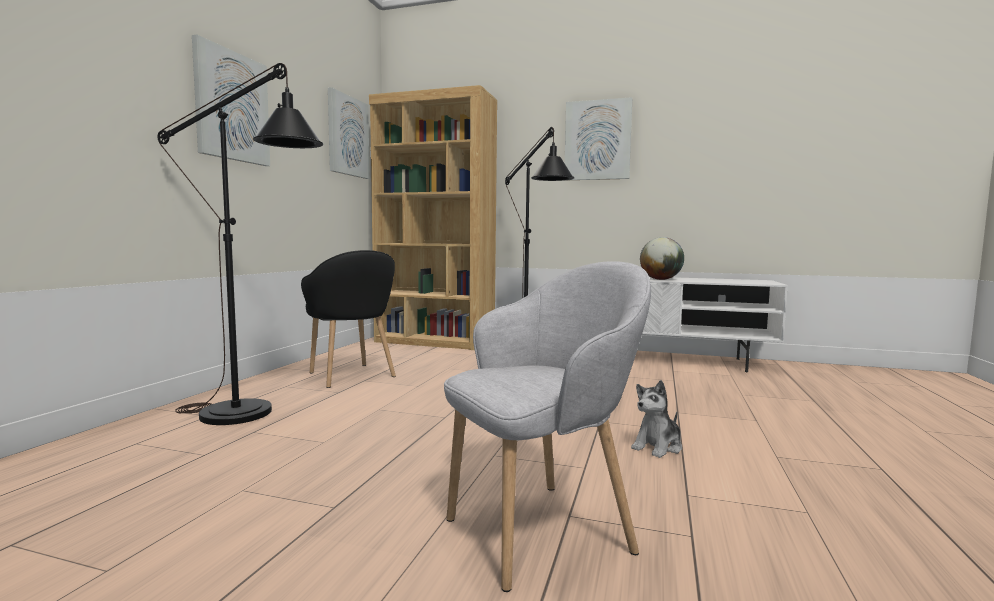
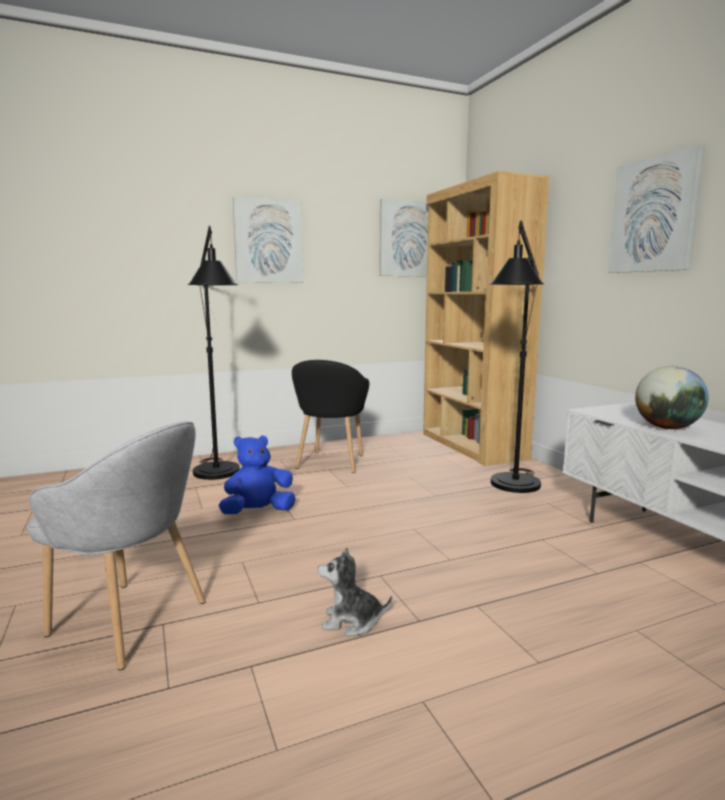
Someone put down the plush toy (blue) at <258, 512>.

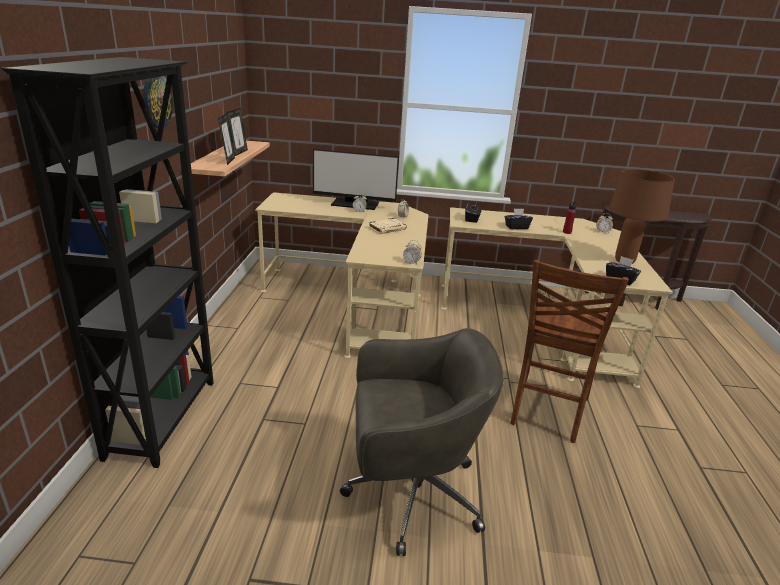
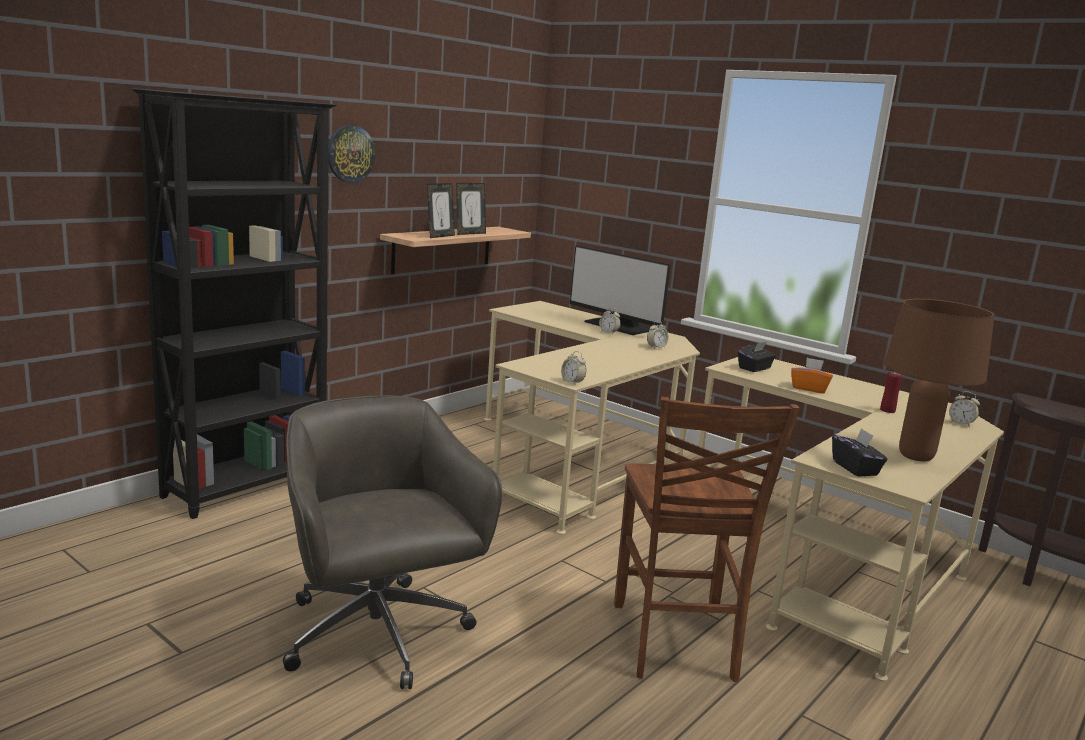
Someone rotated the office chair (grey) at <410, 494> by 150 degrees counterclockwise.
Someone rotated the chair (brown) at <547, 411> by 60 degrees counterclockwise.
Someone repainted the tissue box (black) at <516, 227>, which became the tissue box (orange) at <809, 388>.
Someone took away the book (beige) at <387, 228>.

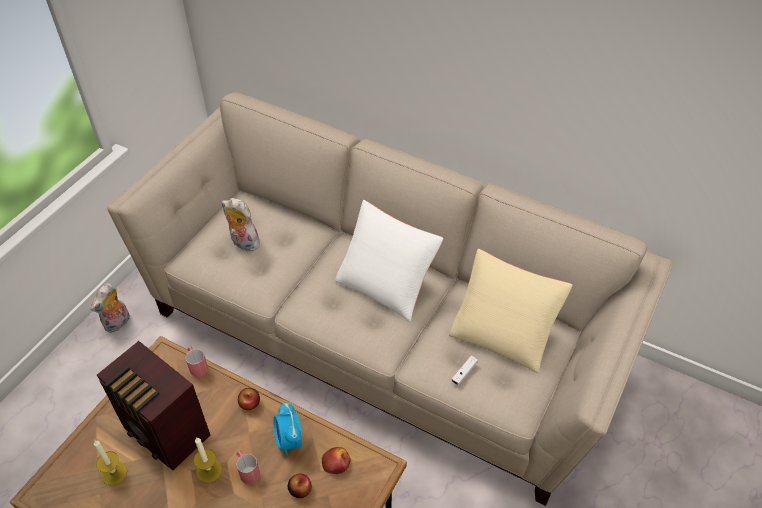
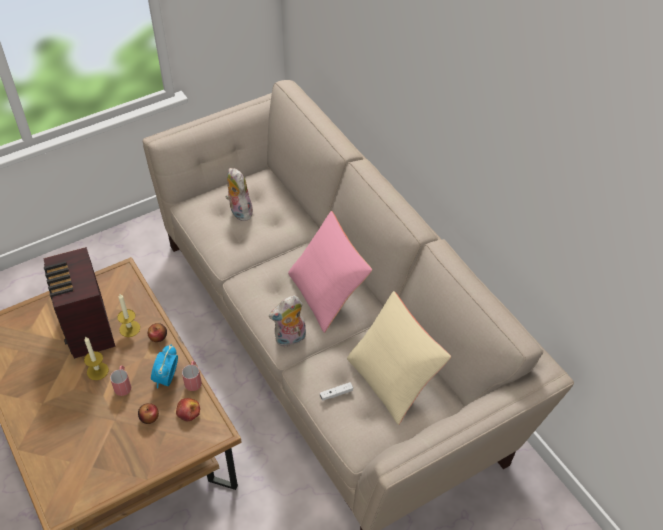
Someone carried the candle from <114, 473> to <129, 329>.
Someone carried the mug (red) from <197, 365> to <193, 380>.
Someone carried the plush toy from <118, 324> to <290, 339>.
Someone repainted the pillow (white) at <386, 284>, which became the pillow (pink) at <328, 294>.

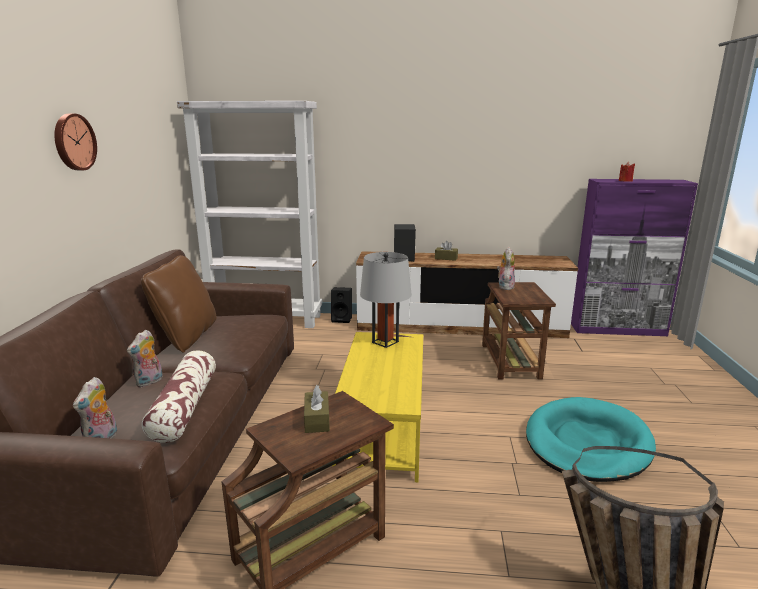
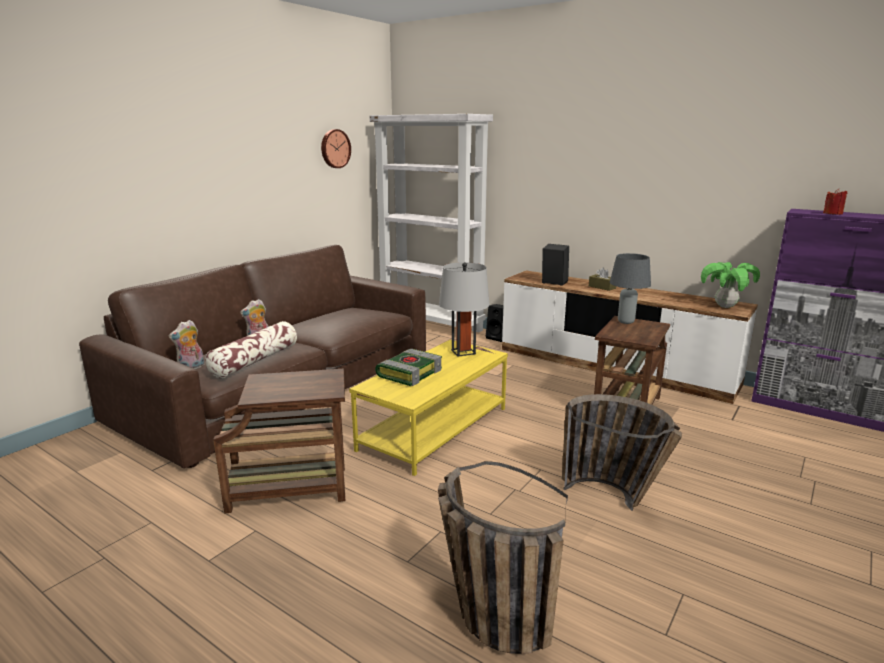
Someone carried the wall clock from <73, 142> to <334, 148>.
Someone put down the book at <409, 373>.
Someone swapped the dog bed (turquoise) at <587, 443> for the basket at <615, 499>.
Someone swapped the plush toy at <504, 286> for the table lamp (grey) at <626, 322>.
Someone put down the potted plant at <725, 306>.
Someone took away the pillow (brown) at <186, 337>.
Someone took away the tissue box (brown) at <317, 419>.

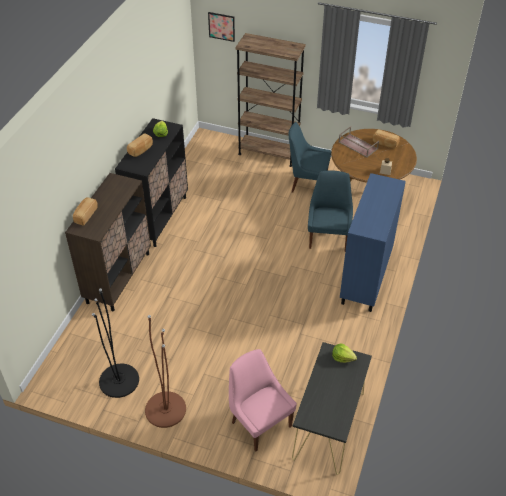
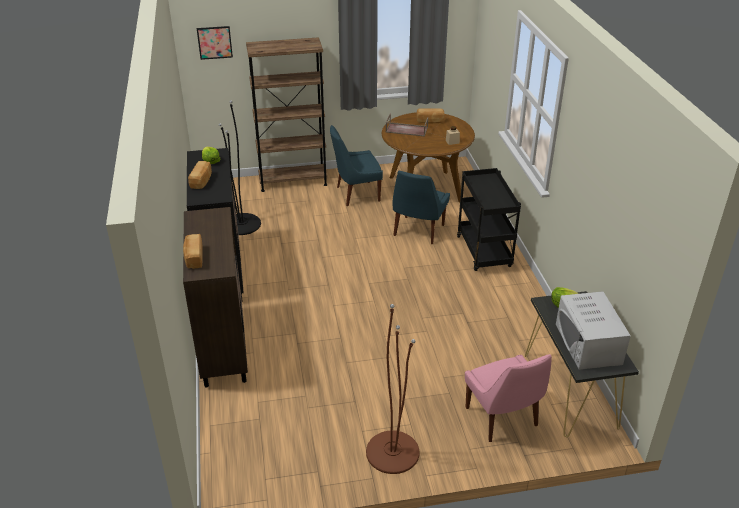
Someone carried the floor lamp (black) from <119, 380> to <242, 224>.
Someone rotated the chair (blue) at <328, 237> by 135 degrees counterclockwise.
Someone swapped the cabinet (blue) at <365, 278> for the cart (black) at <484, 253>.
Someone rotated the chair (pink) at <260, 423> by 135 degrees counterclockwise.
Someone put down the microwave (white) at <588, 344>.

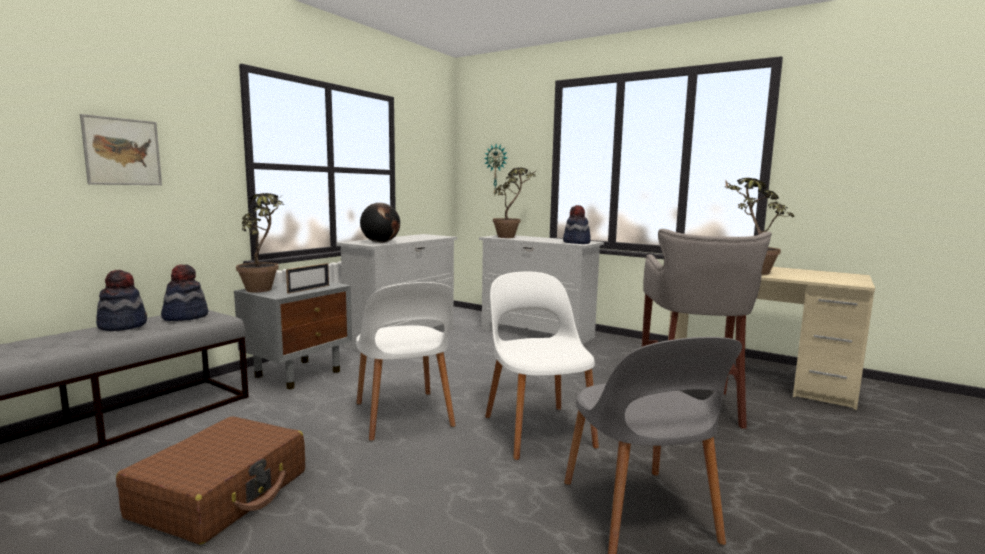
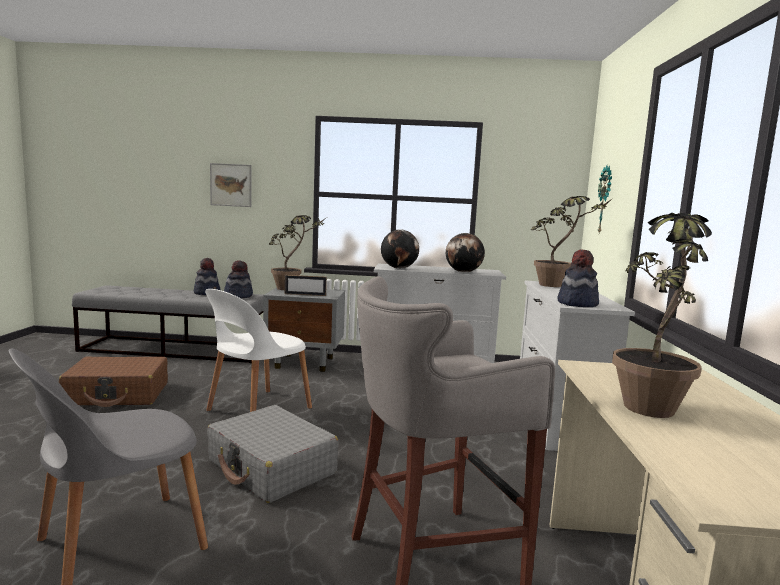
Someone swapped the chair (white) at <537, 429> for the suitcase (grey) at <271, 467>.
Someone put down the globe at <463, 272>.

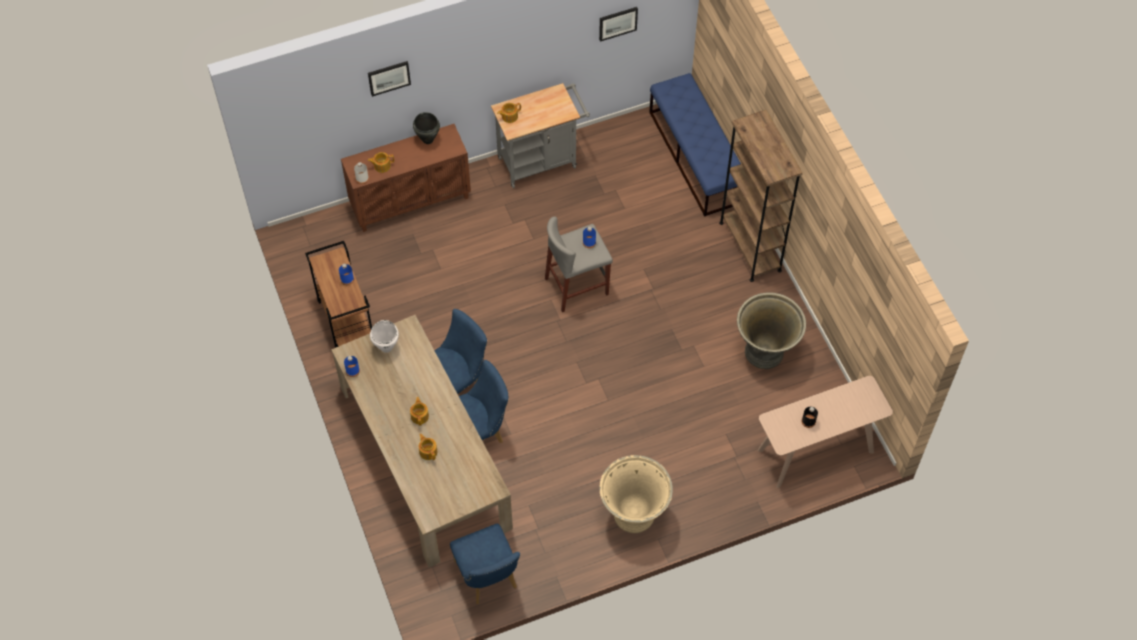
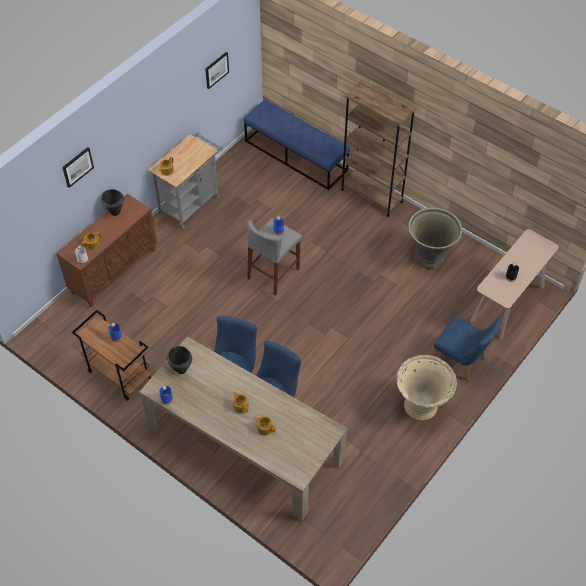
Someone repainted the cooking pot (white) at <386, 347>, which became the cooking pot (black) at <181, 370>.
Someone carried the chair (blue) from <488, 578> to <461, 362>.

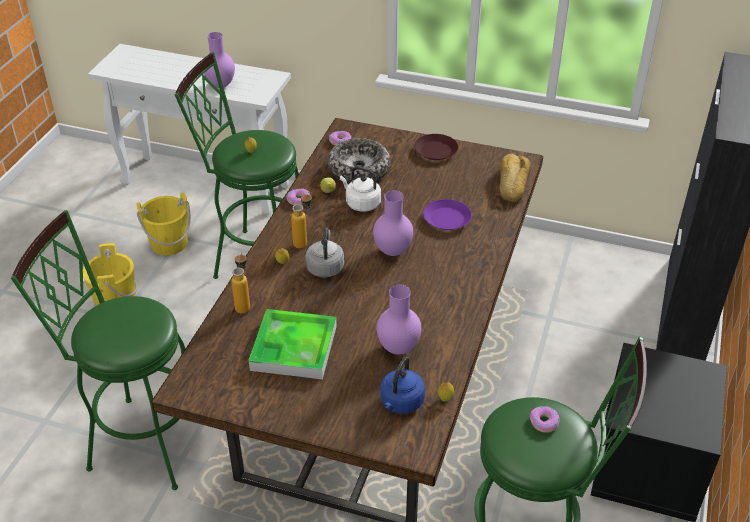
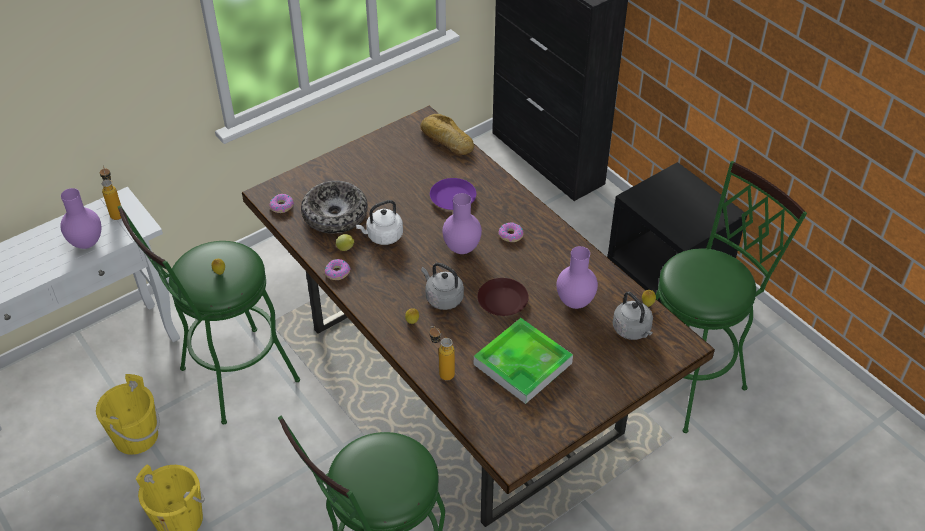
Someone carried the bottle from <304, 241> to <116, 212>.
Someone carried the plate (brown) from <435, 150> to <502, 301>.
Someone carried the donut from <544, 422> to <510, 235>.
Someone repainted the kettle (blue) at <401, 403>, which became the kettle (grey) at <632, 330>.

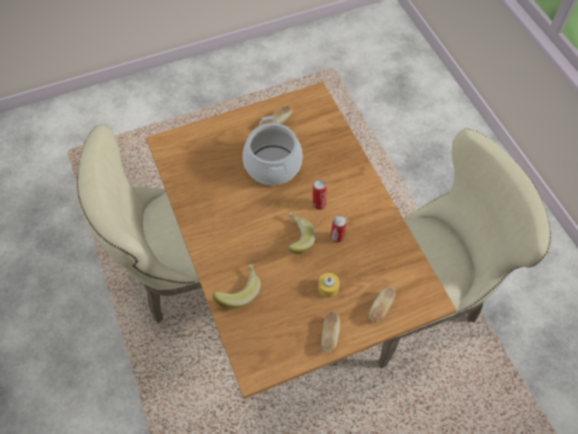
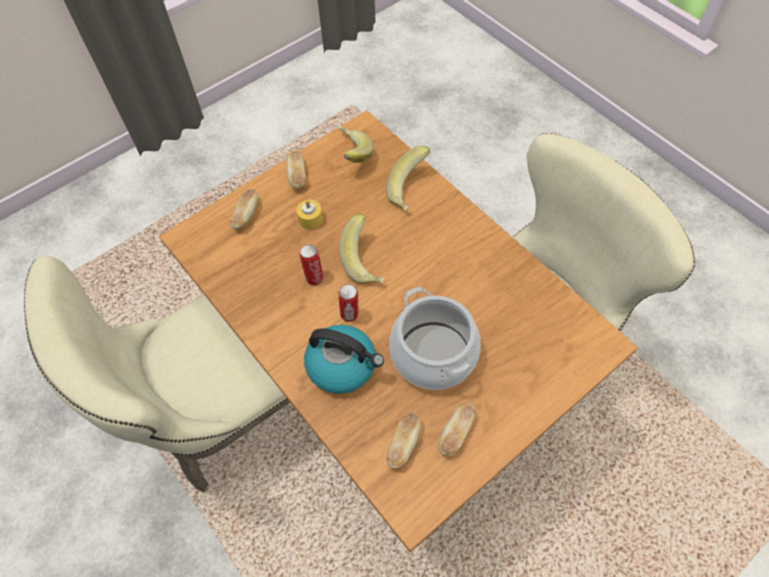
Someone put down the kettle at <343, 365>.
Someone put down the banana at <350, 154>.
Someone put down the bread at <403, 444>.

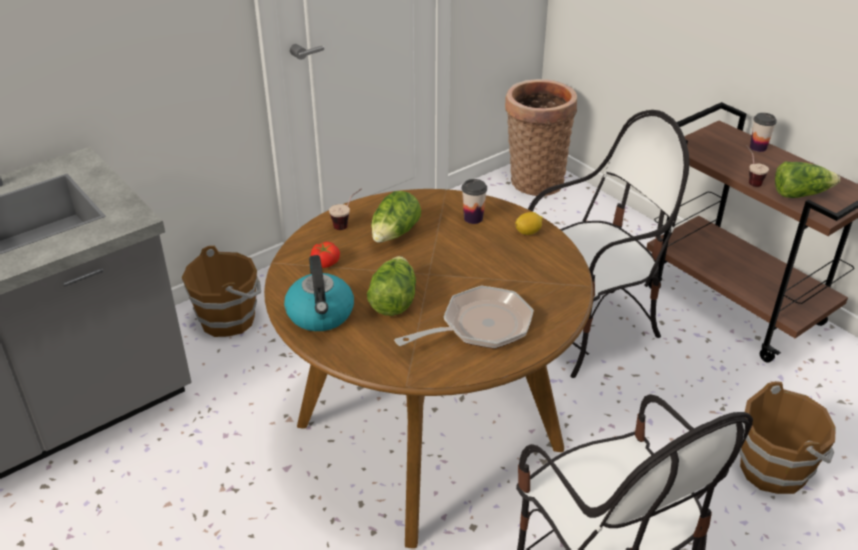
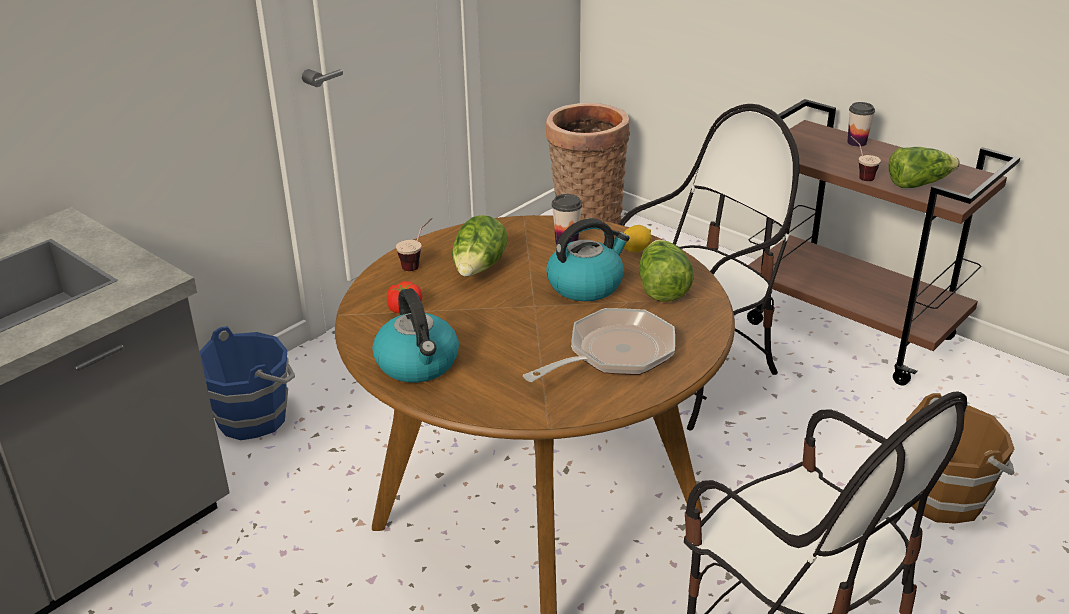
Someone repainted the bucket (brown) at <229, 319>, which became the bucket (blue) at <254, 417>.
Someone put down the kettle at <586, 285>.
Someone carried the lettuce from <393, 300> to <662, 287>.

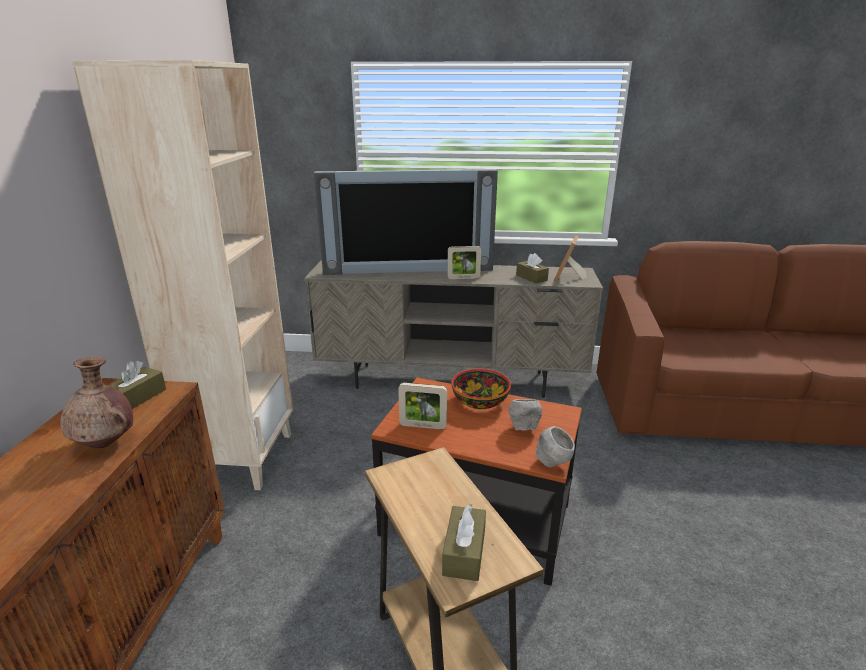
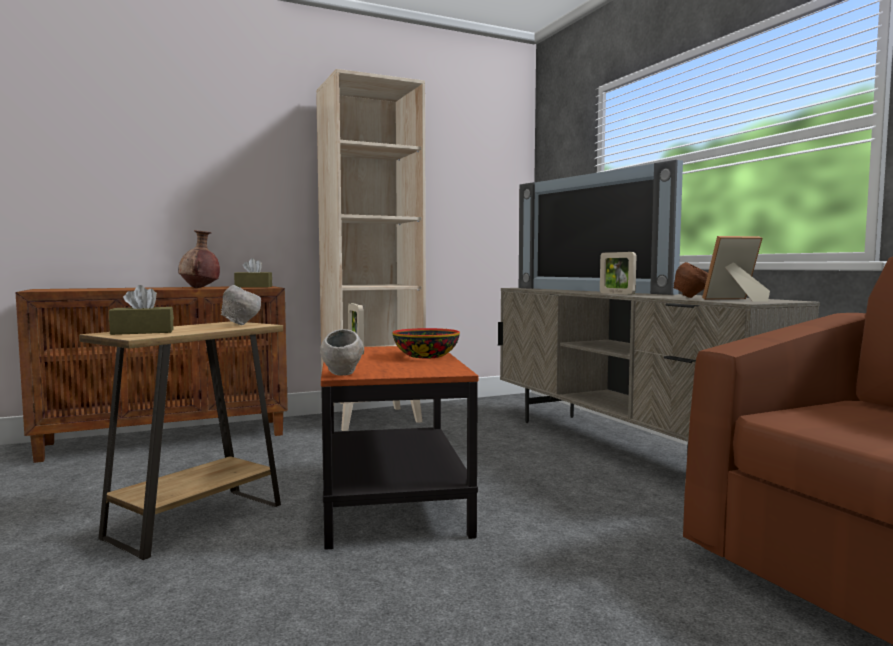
Someone carried the bowl (grey) from <523, 428> to <241, 325>.
Someone swapped the tissue box (brown) at <531, 278> for the bowl (brown) at <690, 297>.

